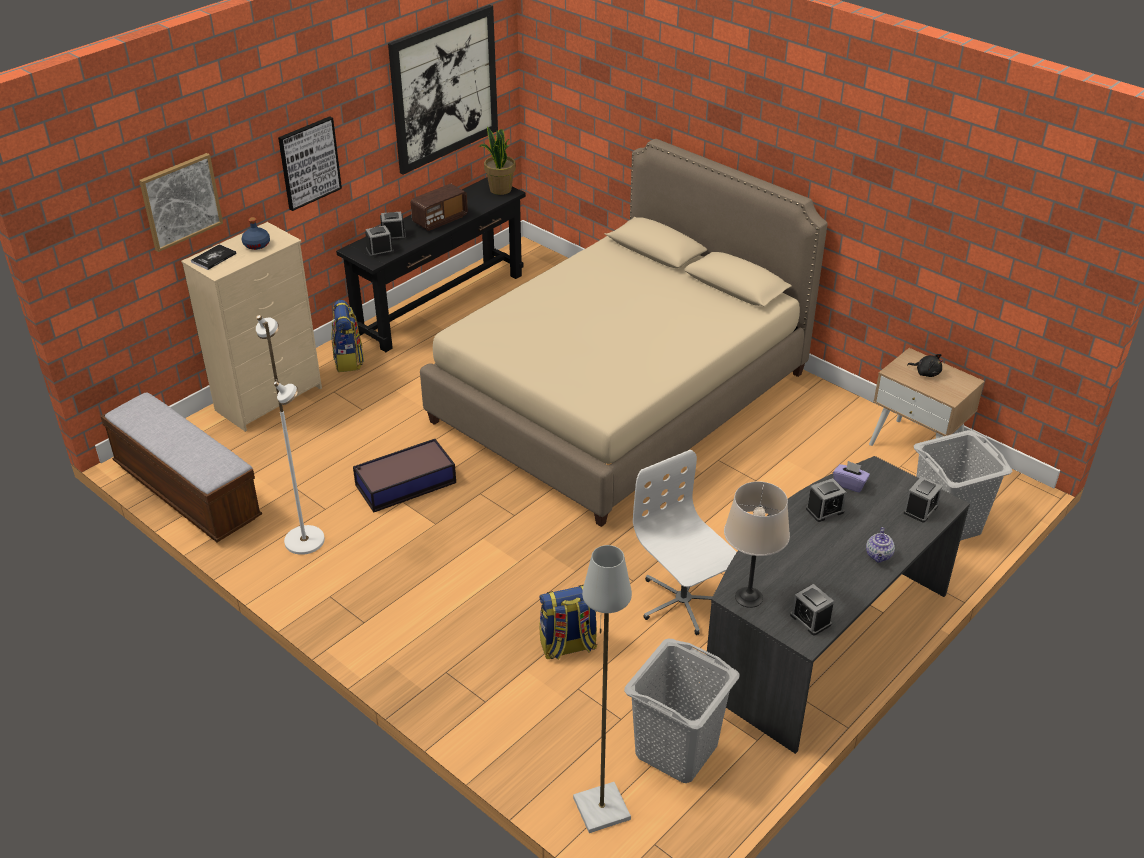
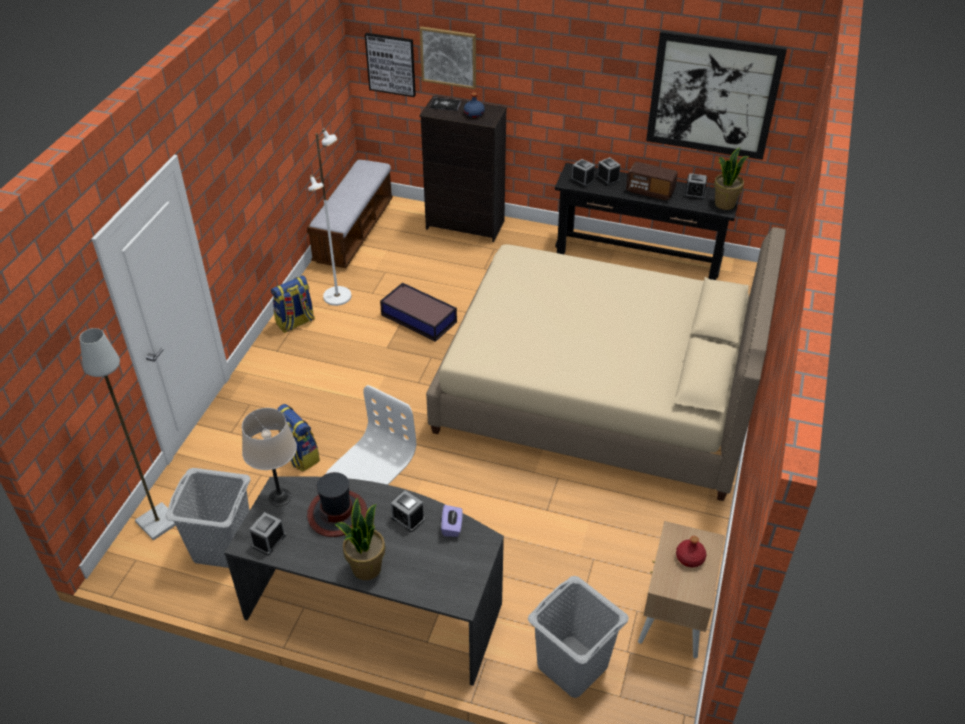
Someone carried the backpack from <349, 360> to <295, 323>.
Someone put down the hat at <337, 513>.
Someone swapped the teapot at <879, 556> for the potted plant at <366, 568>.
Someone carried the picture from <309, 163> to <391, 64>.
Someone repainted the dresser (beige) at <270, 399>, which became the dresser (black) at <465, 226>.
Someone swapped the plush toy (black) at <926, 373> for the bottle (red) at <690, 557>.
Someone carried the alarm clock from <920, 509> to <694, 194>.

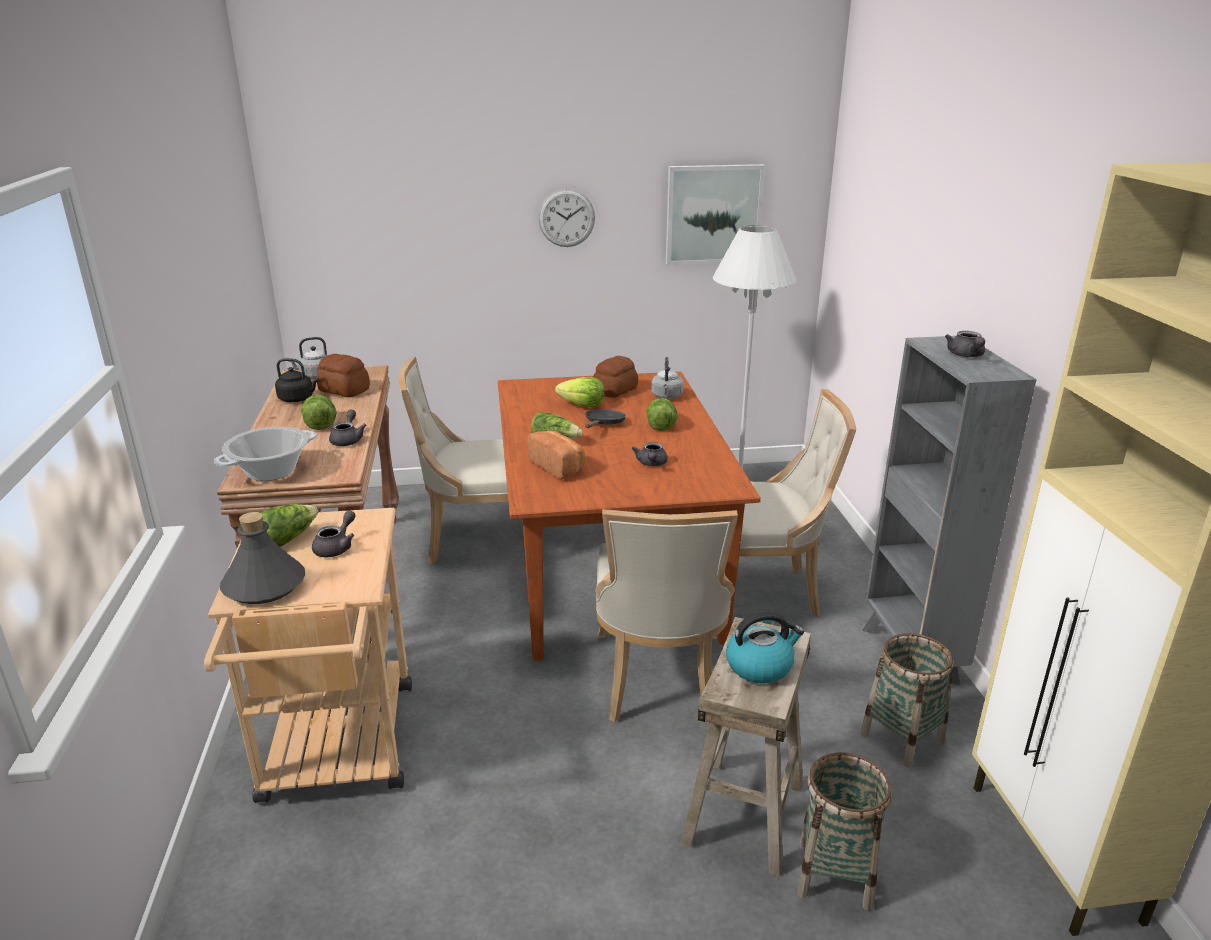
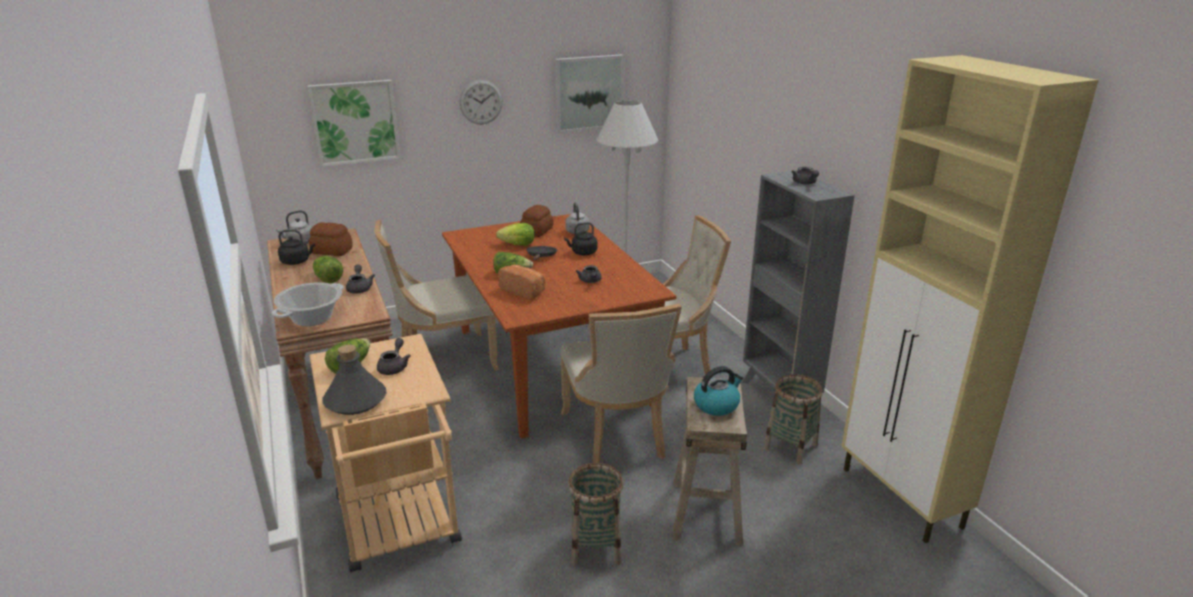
Someone put up the picture at <355, 122>.
Someone swapped the lettuce at <660, 424> for the kettle (black) at <582, 253>.
Someone carried the basket from <834, 873> to <595, 547>.

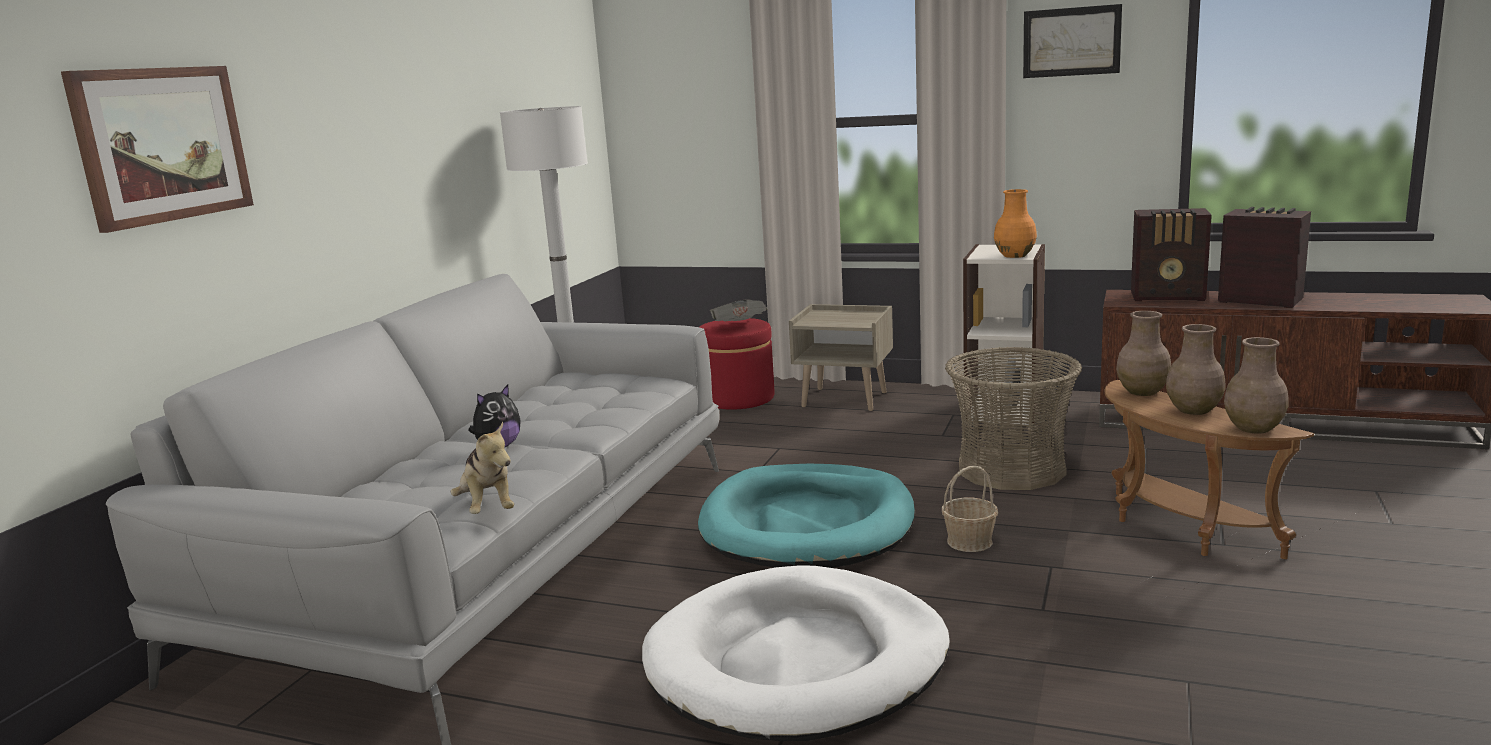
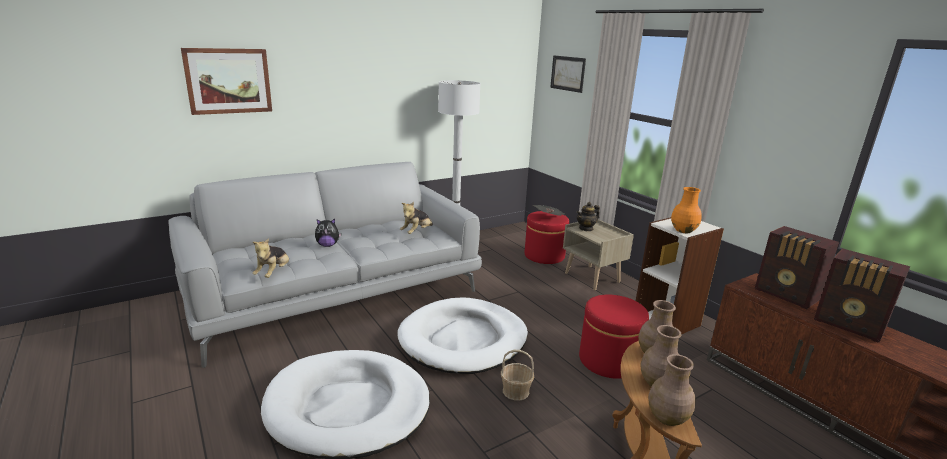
Someone repainted the dog bed (turquoise) at <807, 525>, which became the dog bed (white) at <463, 339>.
Someone put down the plush toy at <417, 232>.
Someone carried the picture from <1071, 41> to <567, 73>.
Someone put down the teapot at <586, 228>.
Someone swapped the basket at <1011, 469> for the ottoman (red) at <608, 360>.
Someone rotated the radio at <1258, 300> by 150 degrees clockwise.

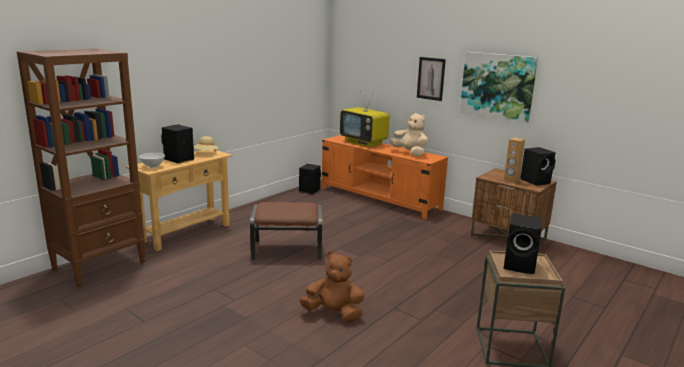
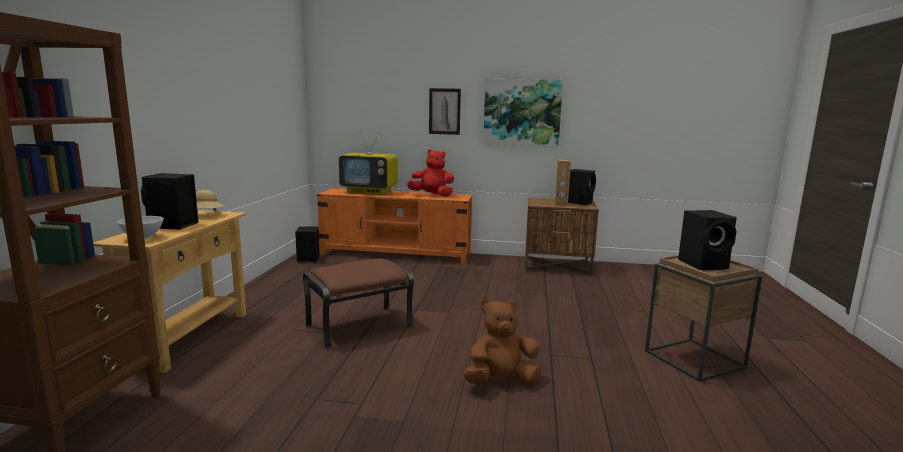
Someone repainted the plush toy (beige) at <409, 153>, which became the plush toy (red) at <432, 195>.

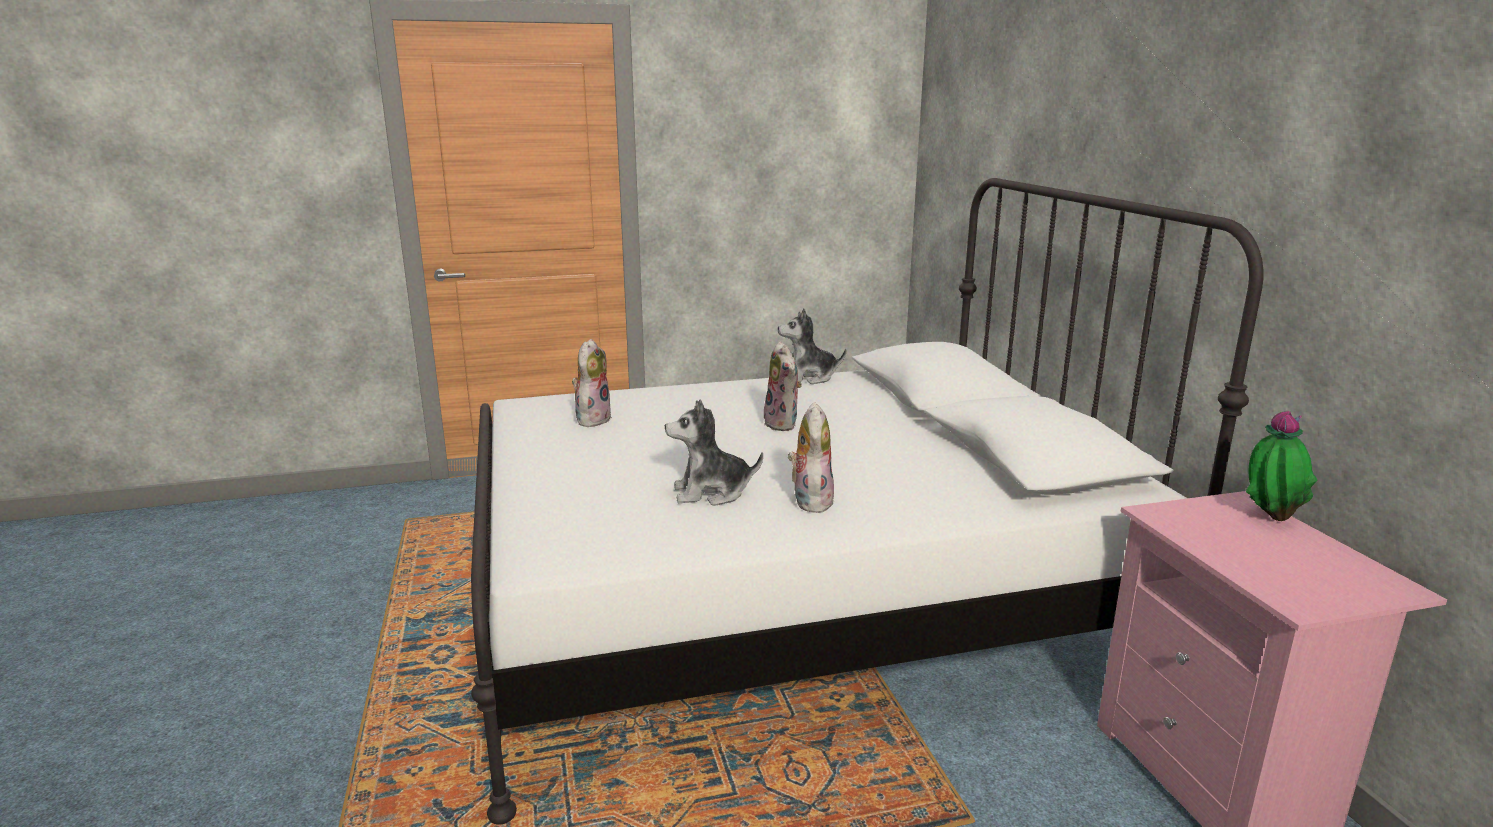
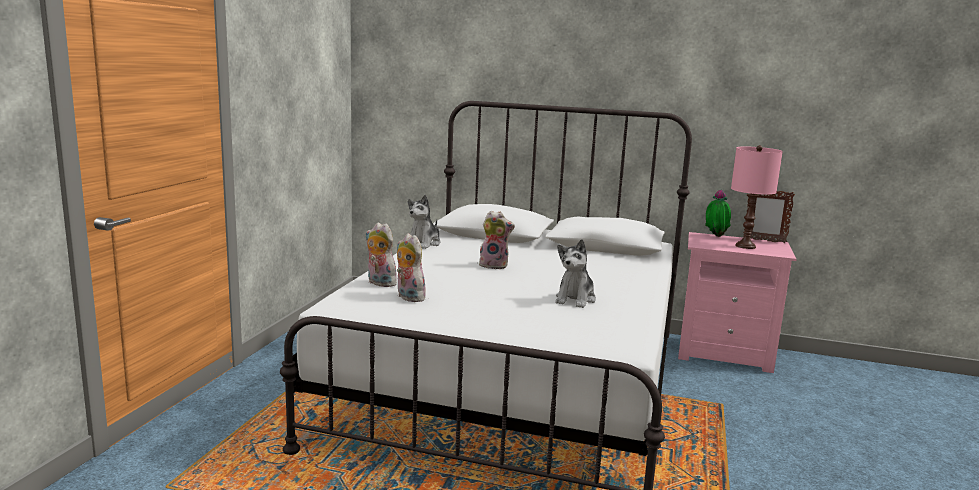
Someone carried the plush toy from <810, 500> to <379, 283>.
Someone put down the table lamp (pink) at <745, 246>.
Someone put down the picture frame at <764, 240>.

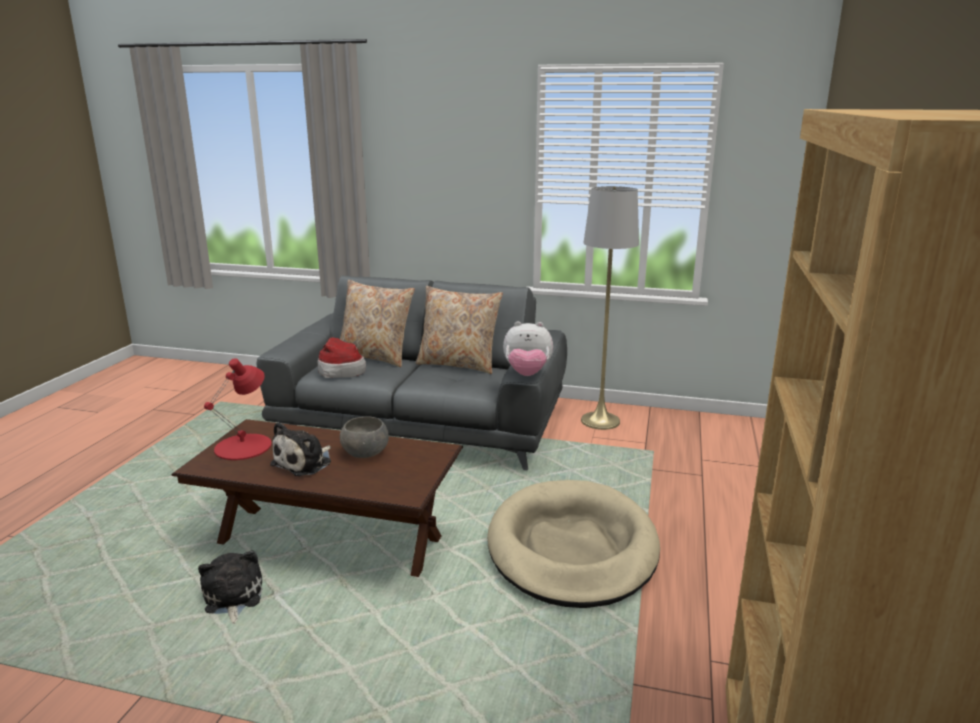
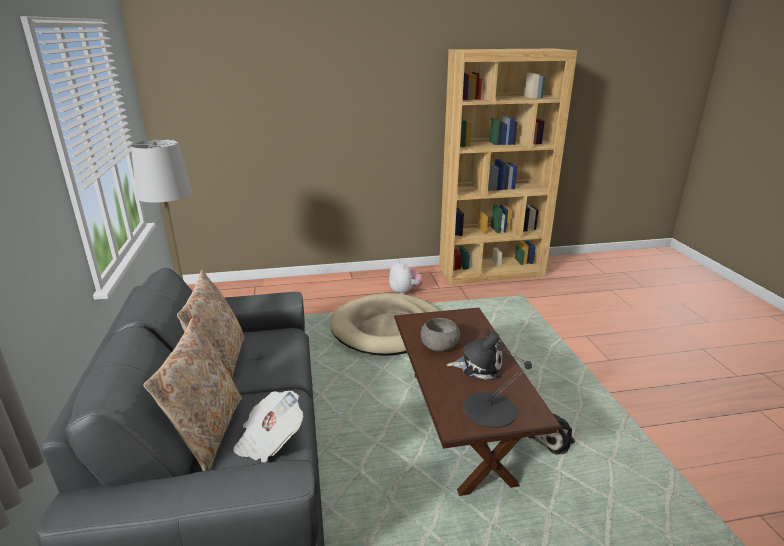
Someone swapped the hat at <340, 370> for the newspaper at <269, 440>.
Someone carried the plush toy from <527, 374> to <405, 292>.
Someone repainted the table lamp (red) at <244, 446>, which became the table lamp (black) at <488, 409>.

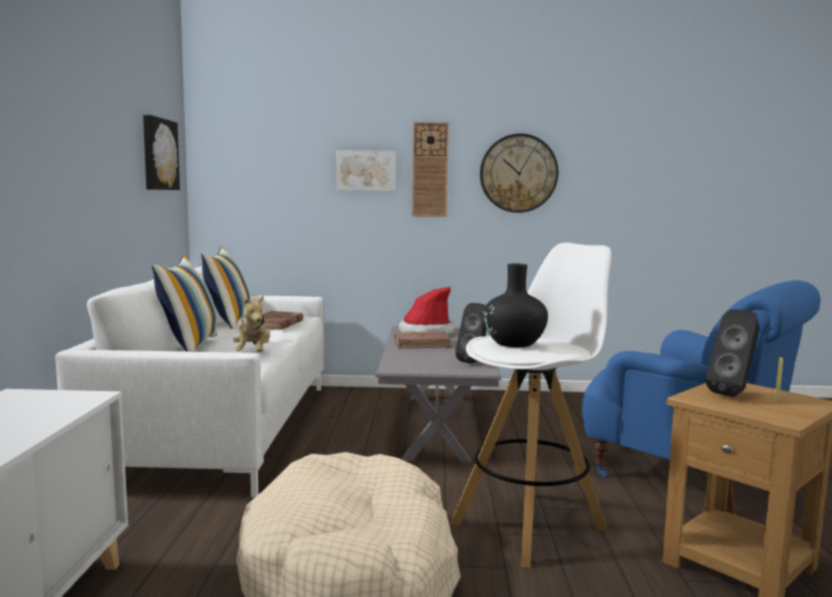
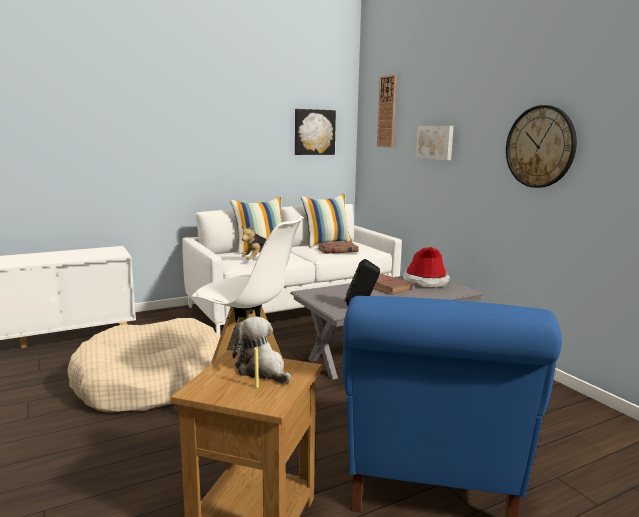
Someone swapped the speaker (black) at <733, 394> for the plush toy at <262, 370>.
Someone carried the wall clock from <430, 170> to <387, 112>.
Someone took away the vase (black) at <514, 343>.

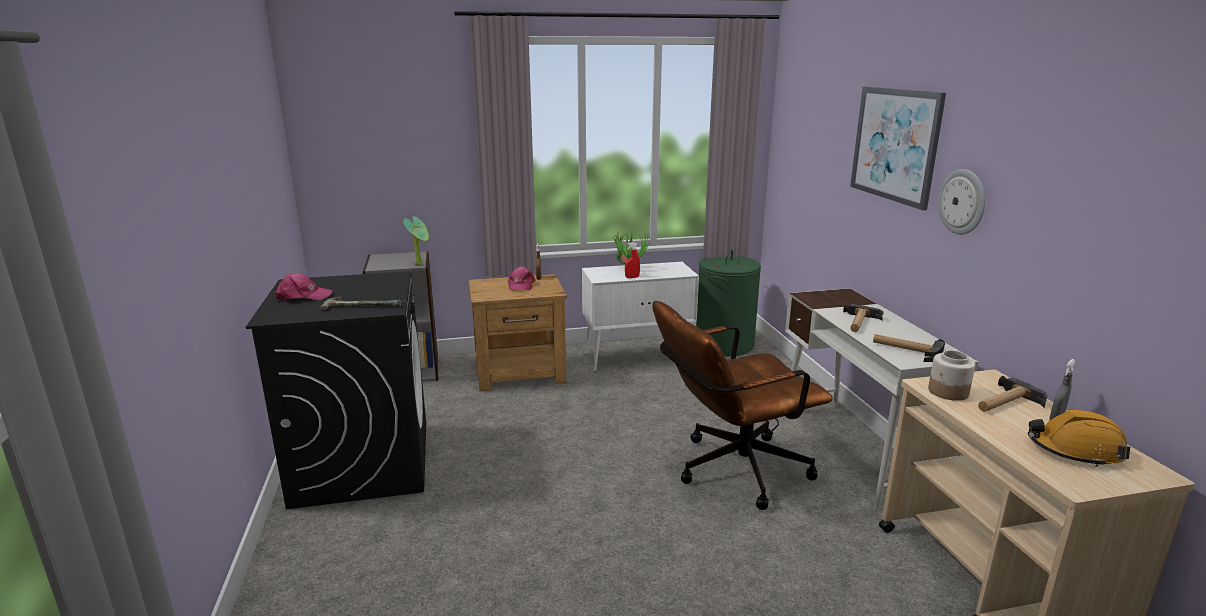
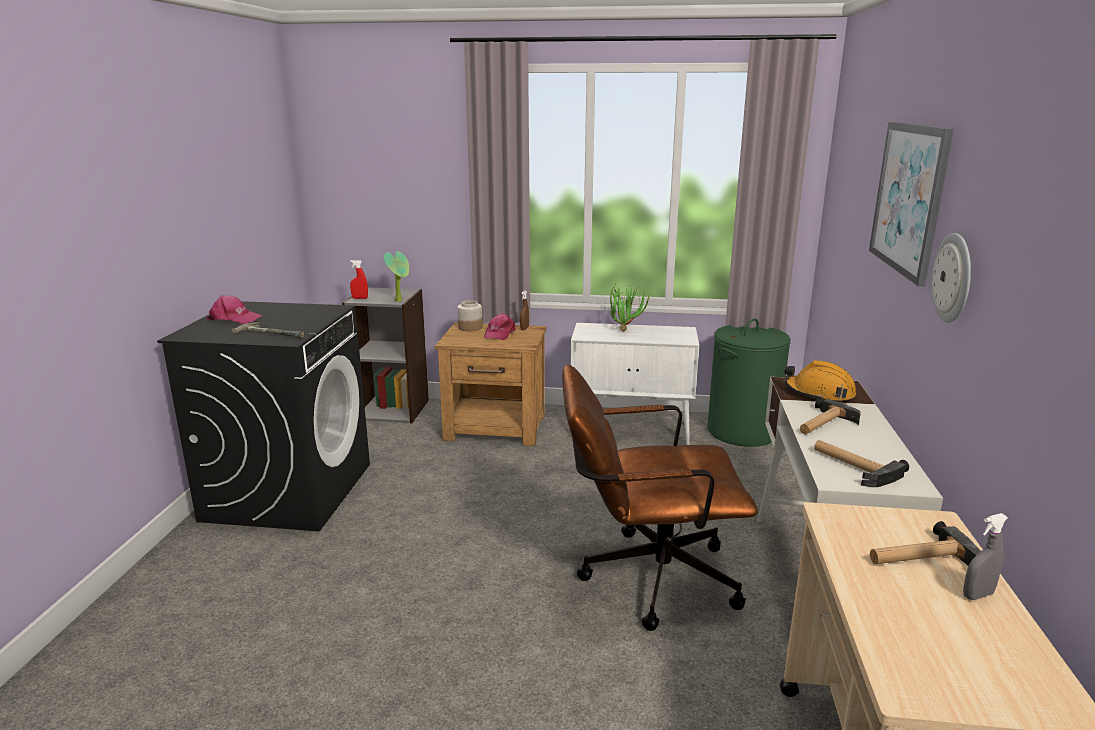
Someone carried the spray bottle (red) from <632, 277> to <360, 298>.
Someone carried the jar from <948, 392> to <470, 328>.
Someone carried the hard hat (orange) from <1075, 450> to <819, 393>.

